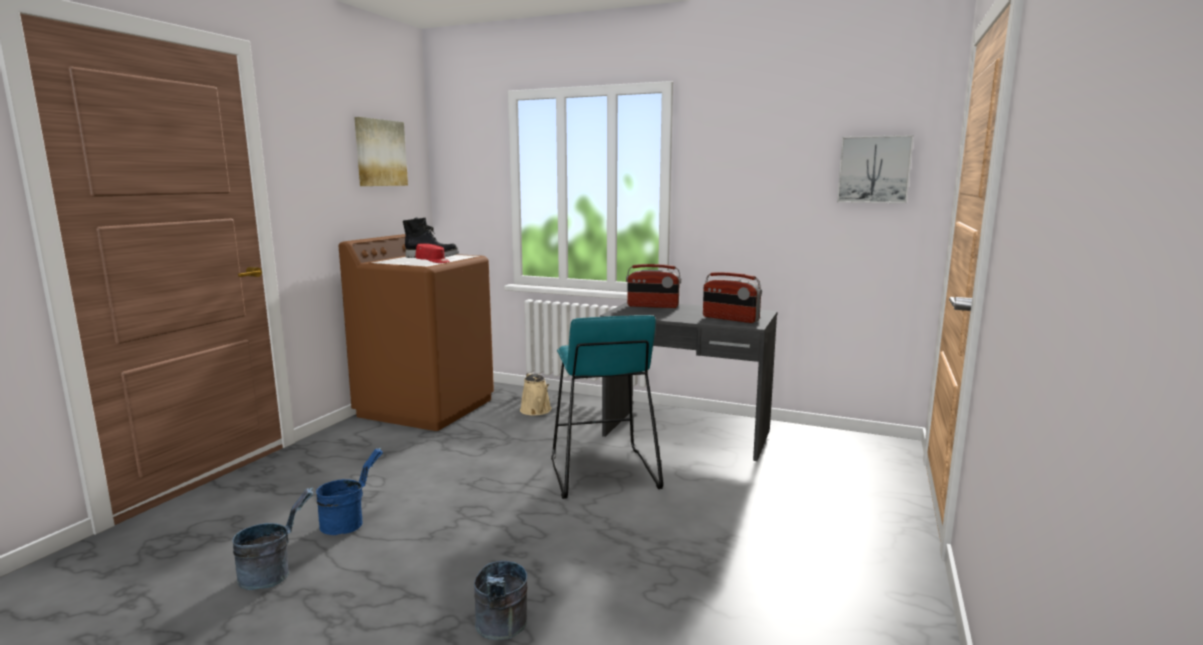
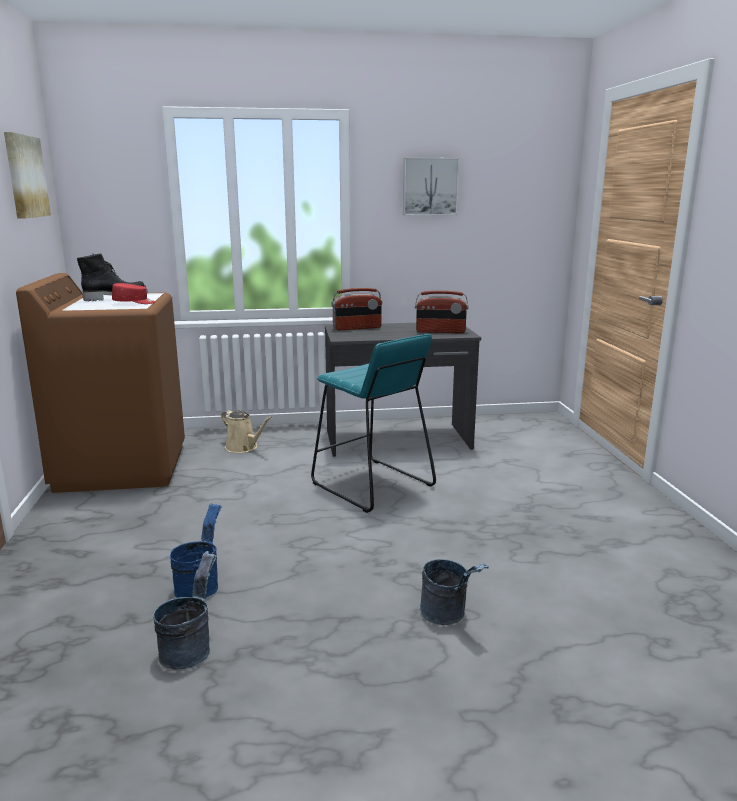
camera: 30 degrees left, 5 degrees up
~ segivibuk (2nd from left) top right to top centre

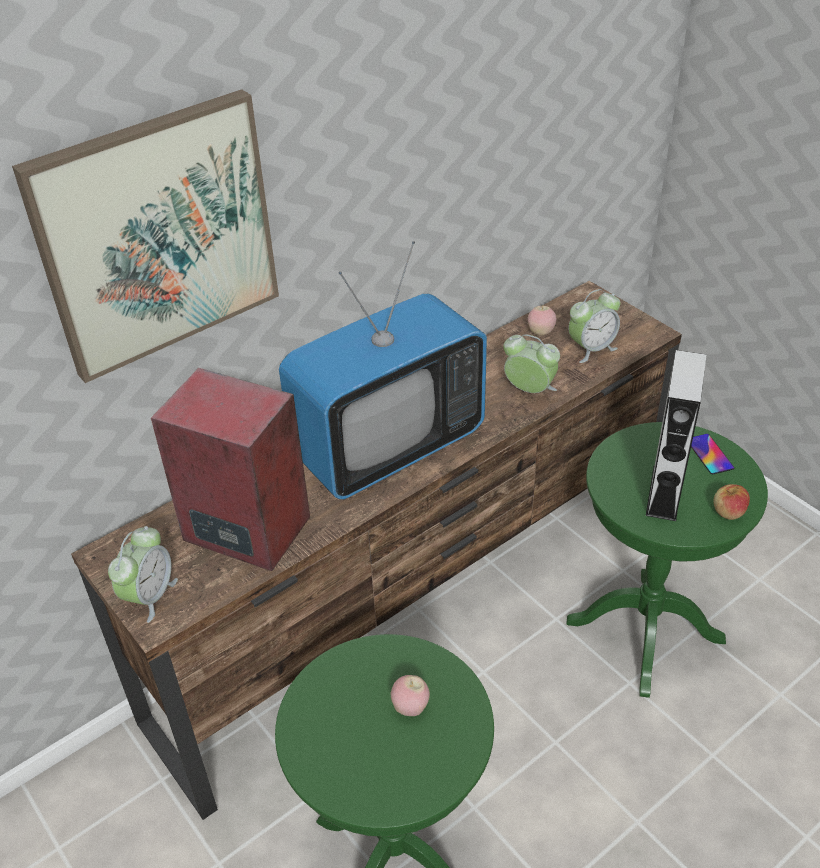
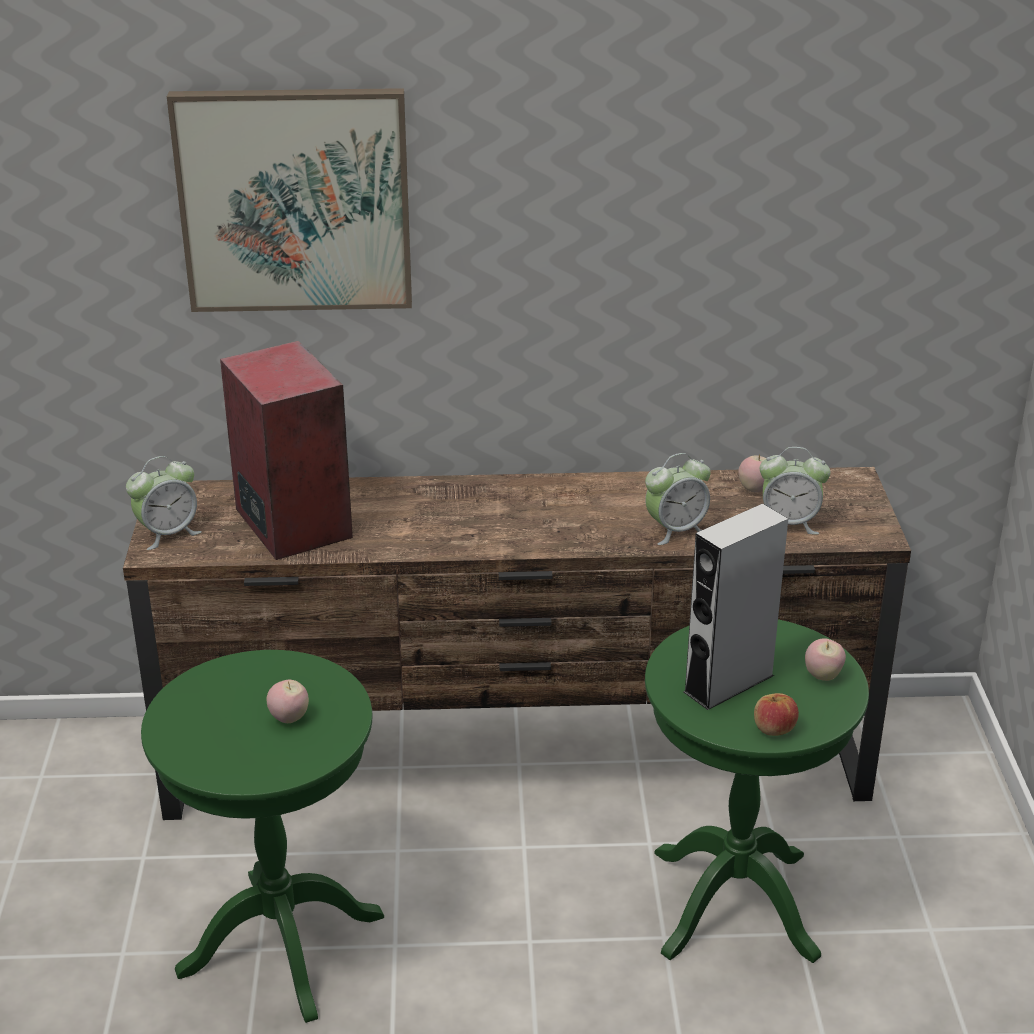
camera: 35 degrees right, 10 degrees down
~ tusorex (2nd from left) centre = centre 90 degrees clockwise
~ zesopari middle right to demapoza (4th from left) middle right
- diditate centre

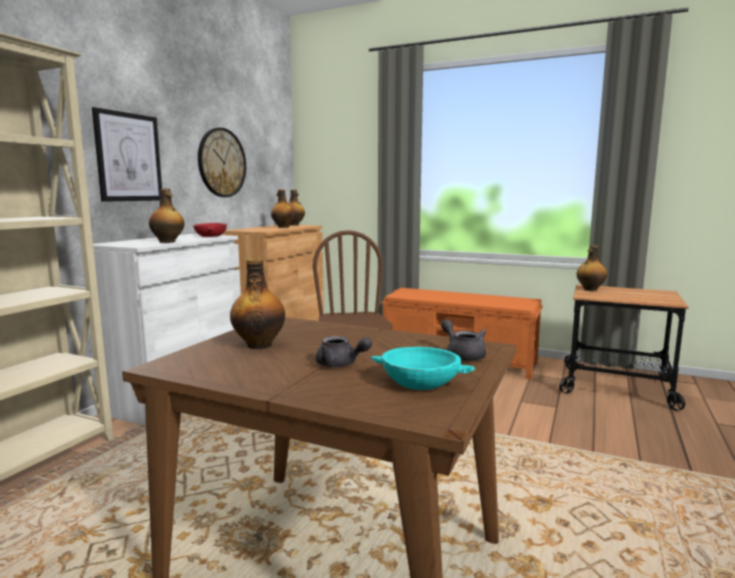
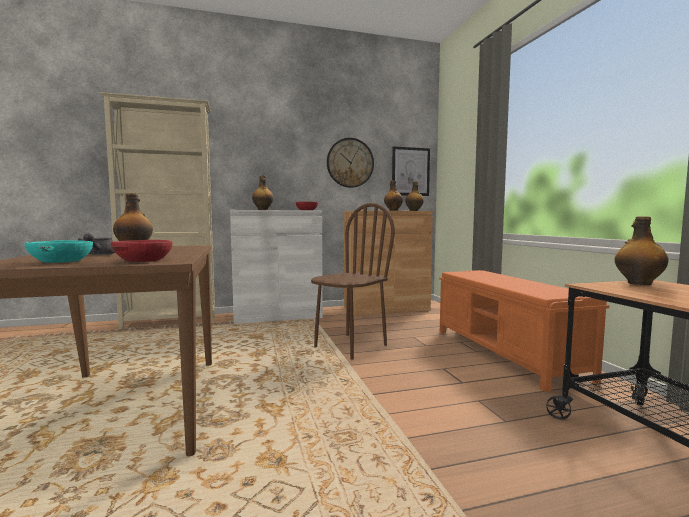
camera: 50 degrees right, 5 degrees down
~ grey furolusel (2nd from left) centre to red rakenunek (1st from left) middle left
~ segivibuk top left to top centre

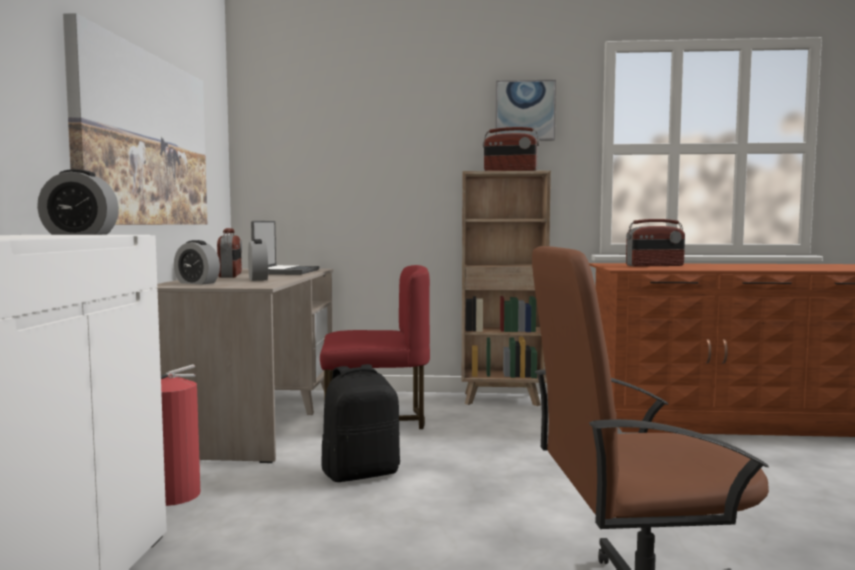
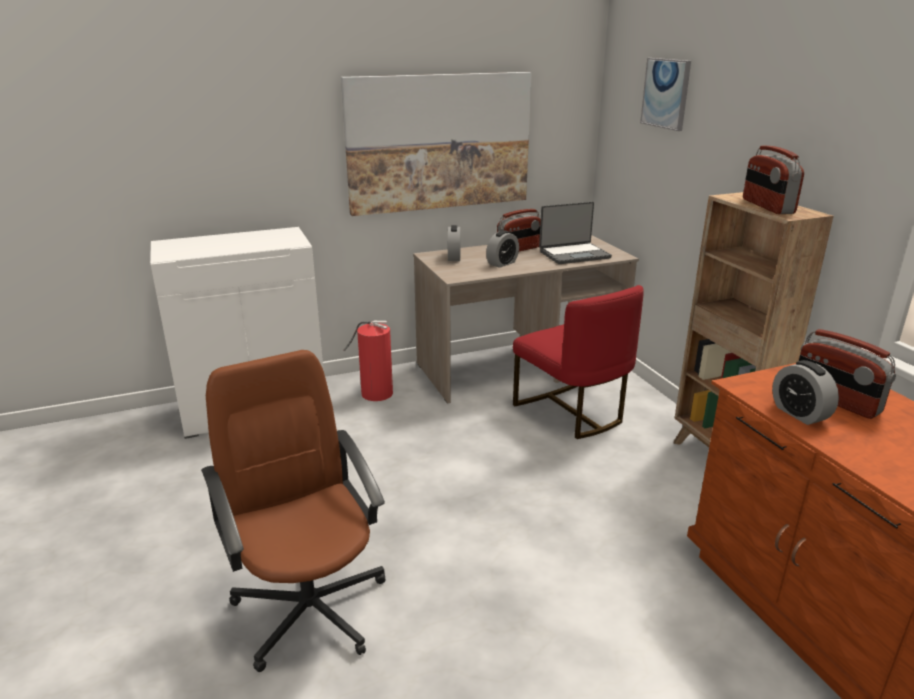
camera: 65 degrees right, 20 degrees up
~ segivibuk (2nd from left) top centre to top right
~ tusorex (1st from left in the first image) middle left to tusorex (3rd from left) middle right
- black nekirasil bottom centre

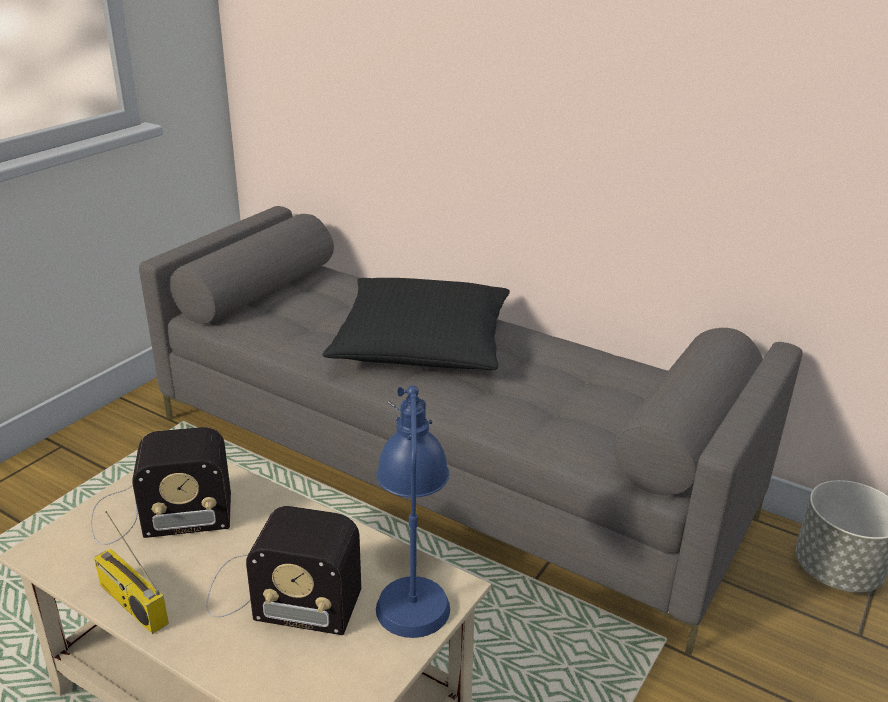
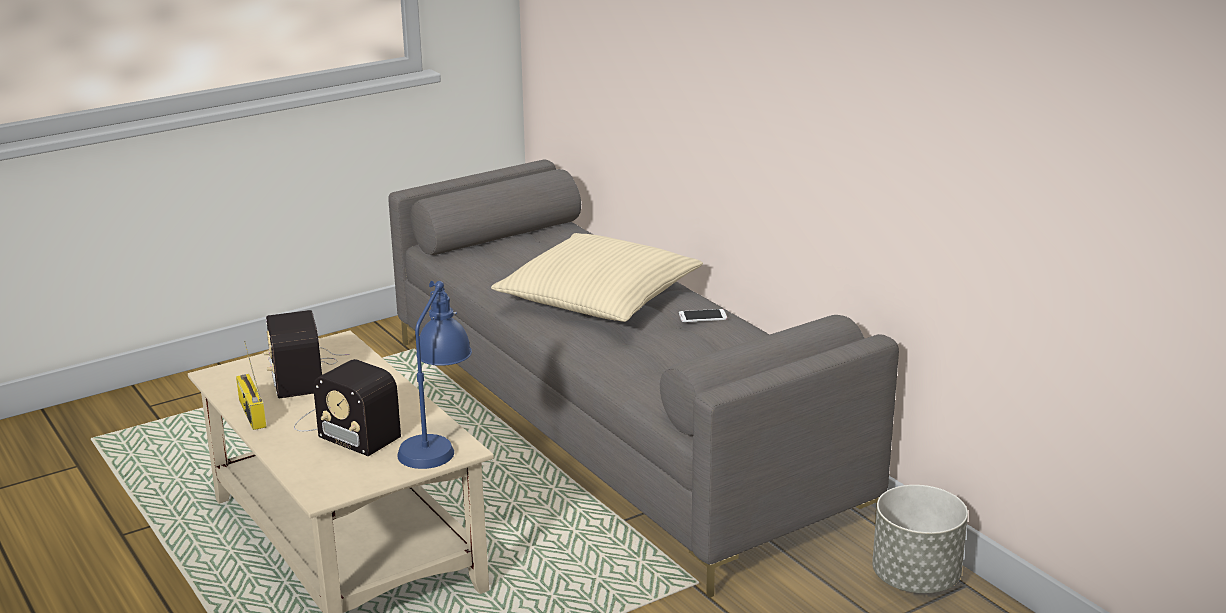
camera: 25 degrees right, 5 degrees down
~ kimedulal (2nd from left) bottom left = middle left 60 degrees clockwise
~ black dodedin centre to beige dodedin centre
+ zesopari centre

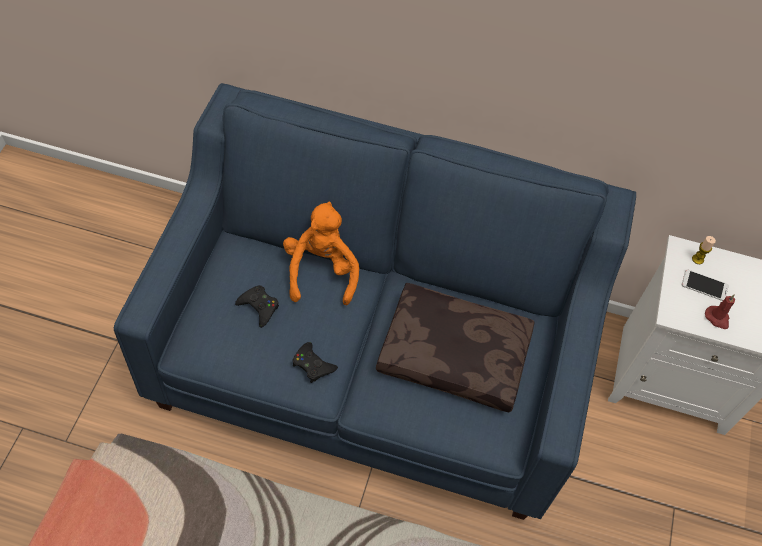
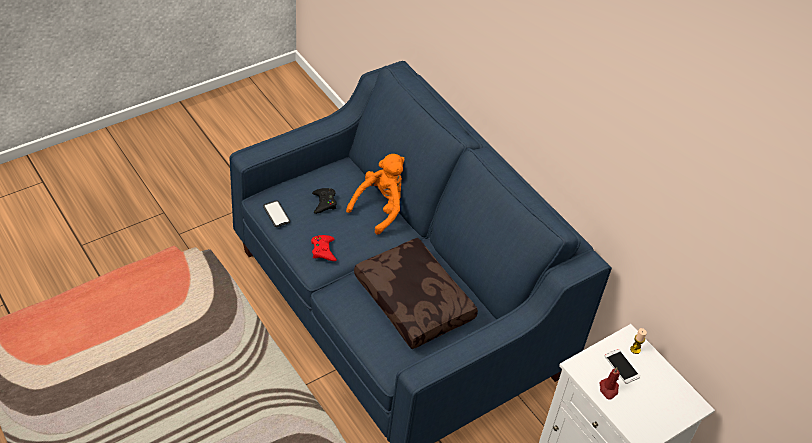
camera: 40 degrees right, 10 degrees down
+ zesopari (1st from left) centre
~ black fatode (2nd from left) centre to red fatode centre

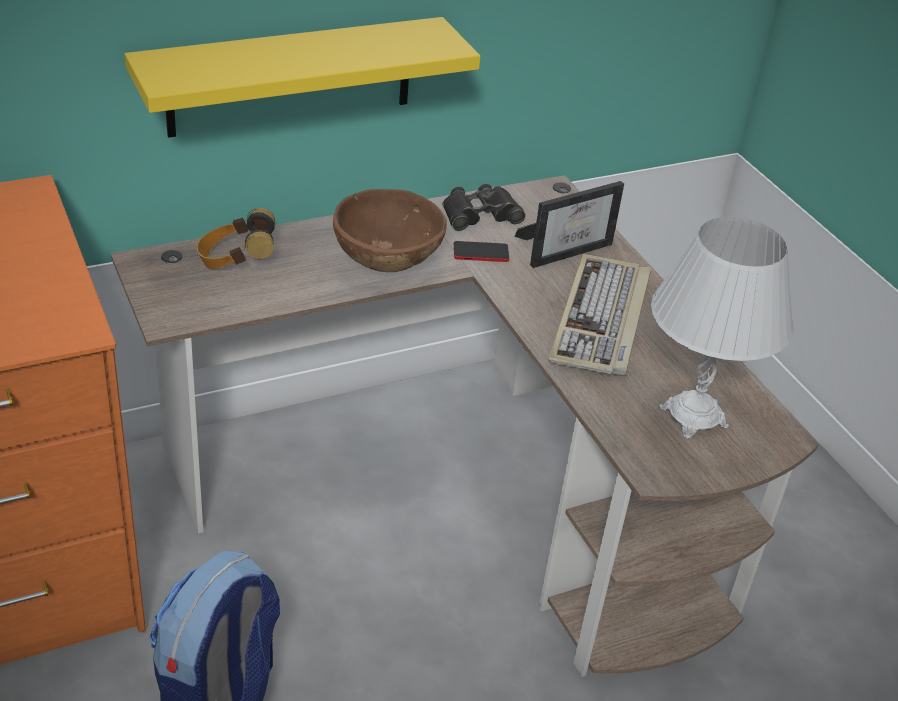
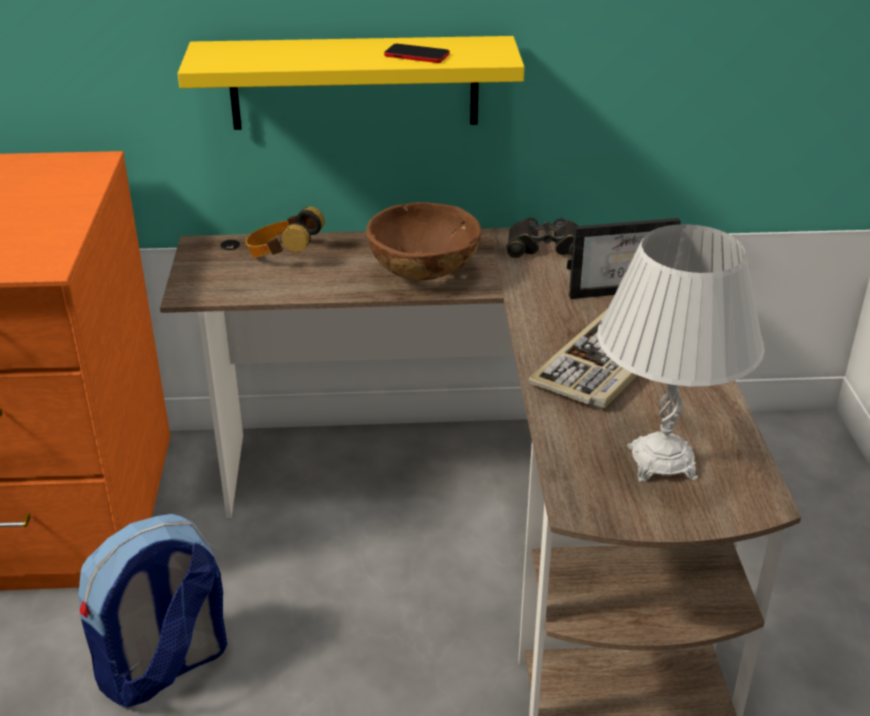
camera: 25 degrees right, 5 degrees down
~ zesopari centre to top centre

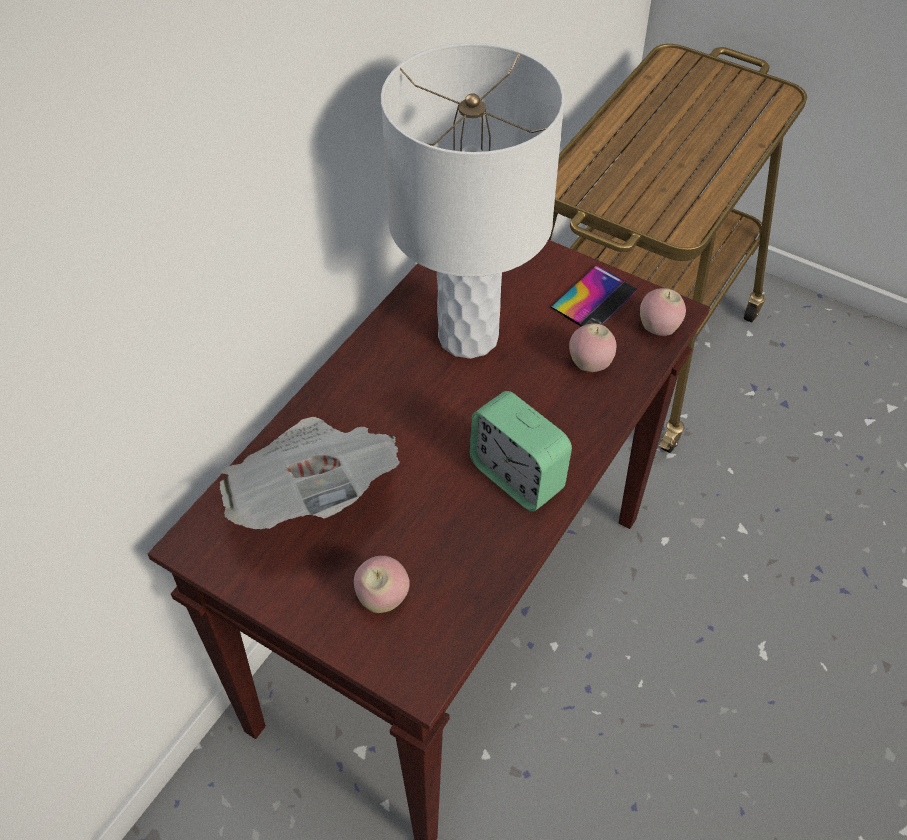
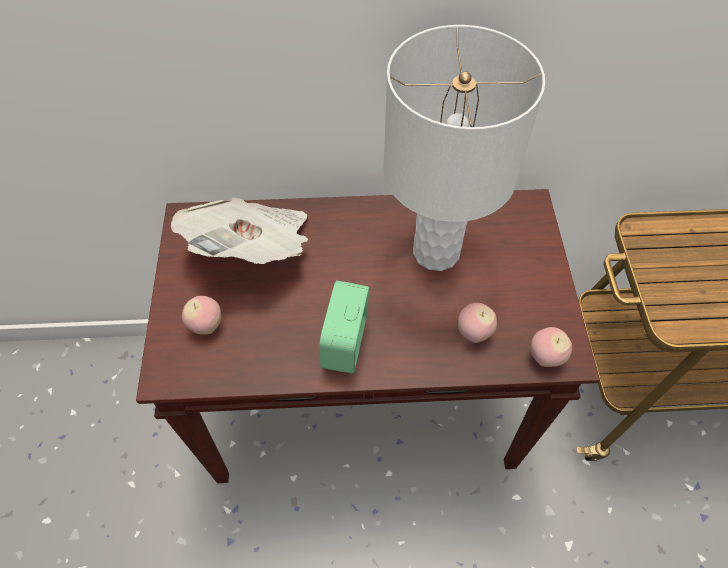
camera: 55 degrees right, 5 degrees up
- zesopari centre

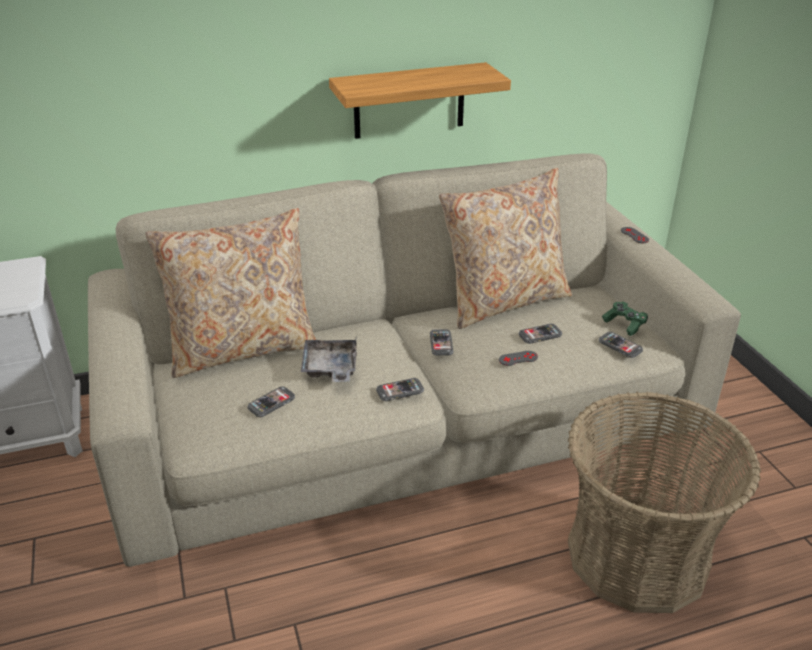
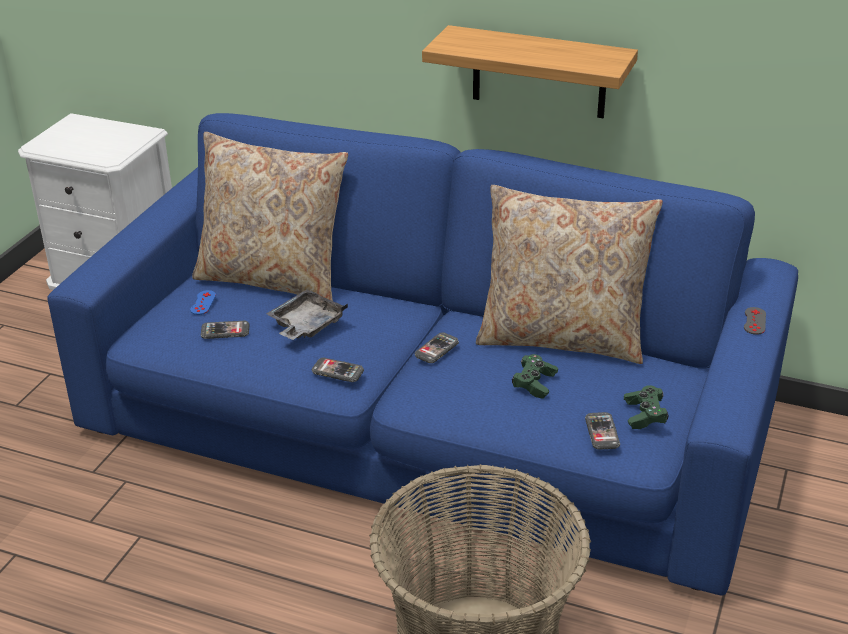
camera: 40 degrees right, 0 degrees up
~ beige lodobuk centre to blue lodobuk centre
+ blue fatode middle left
~ zesopari (4th from left) centre to green fatode (1st from left) centre
- grey fatode (1st from left) centre

